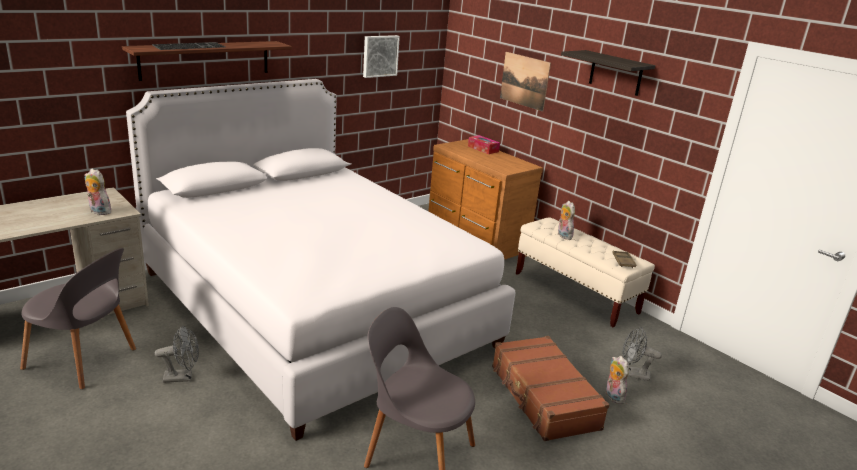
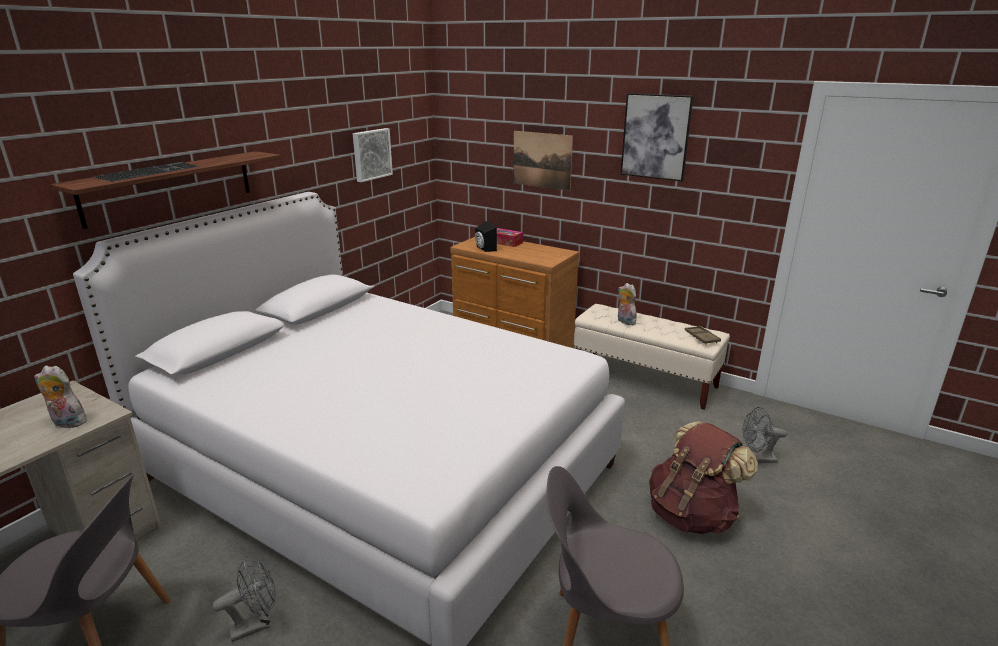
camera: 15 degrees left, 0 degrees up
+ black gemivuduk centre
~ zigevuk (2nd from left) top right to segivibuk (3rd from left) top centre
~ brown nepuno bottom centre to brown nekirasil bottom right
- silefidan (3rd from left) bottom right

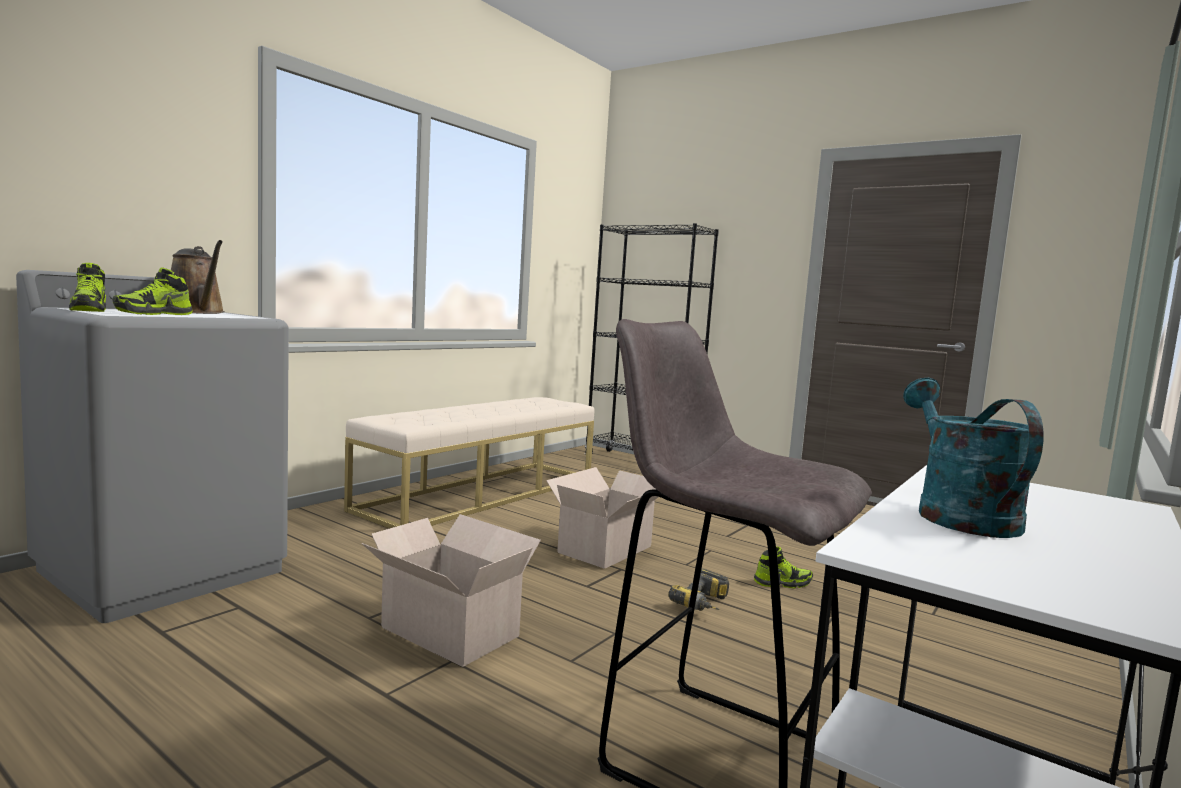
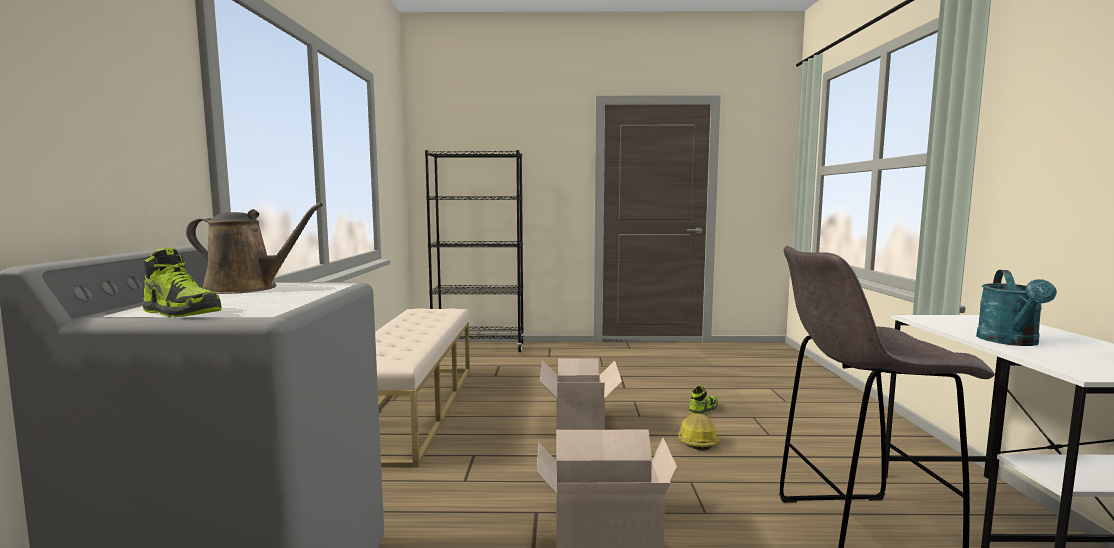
camera: 35 degrees left, 0 degrees up
~ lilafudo bottom centre to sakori bottom centre
~ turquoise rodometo middle right = middle right 120 degrees counterclockwise
- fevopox (2nd from left) middle left

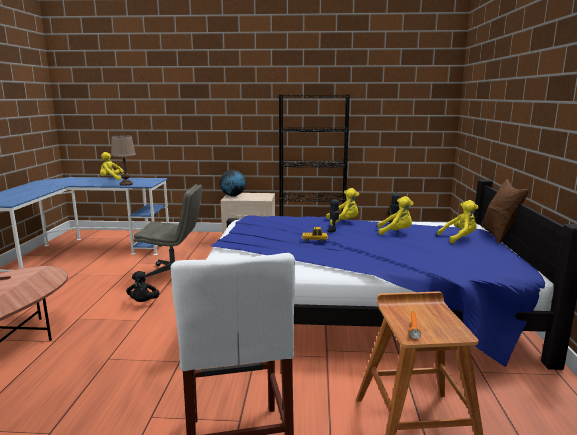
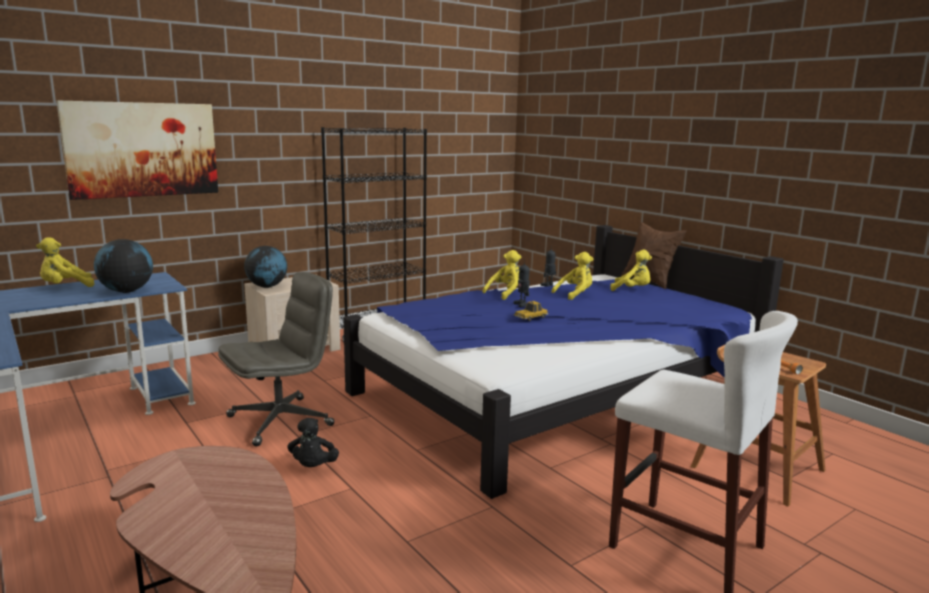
camera: 40 degrees left, 0 degrees up
+ segivibuk top left
~ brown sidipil middle left to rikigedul (1st from left) middle left
~ black silefidan middle left = bottom centre 45 degrees clockwise
~ yellow silefidan (4th from left) middle right = middle right 75 degrees clockwise

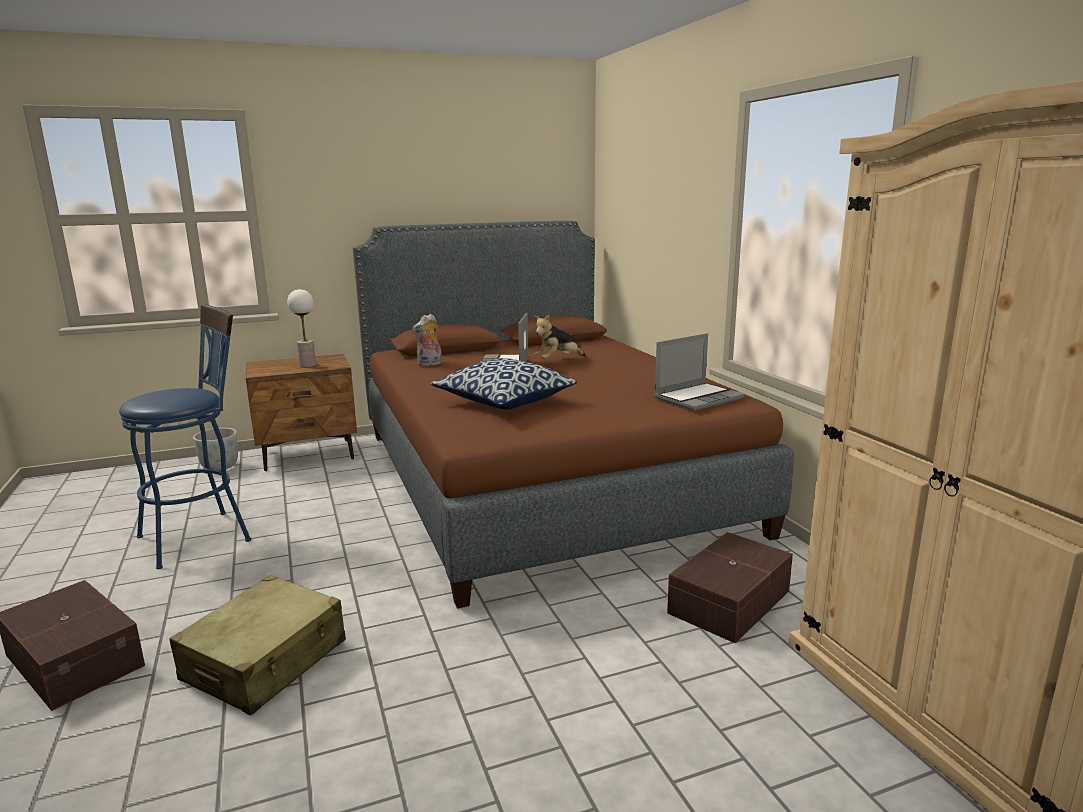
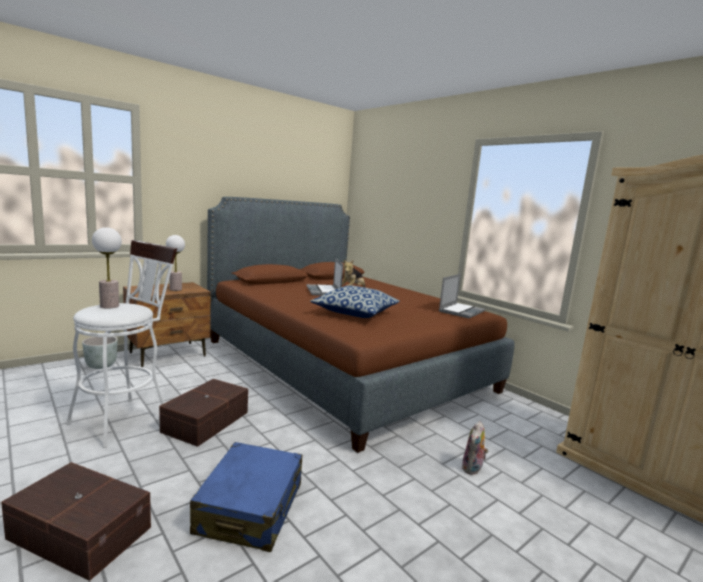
camera: 20 degrees left, 5 degrees down
~ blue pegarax middle left to white pegarax middle left
+ sidipil (1st from left) middle left
~ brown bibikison (2nd from left) bottom right to bottom left
~ beige nepuno bottom left to blue nepuno bottom centre
~ silefidan (1st from left in the first image) centre to silefidan (2nd from left) bottom right

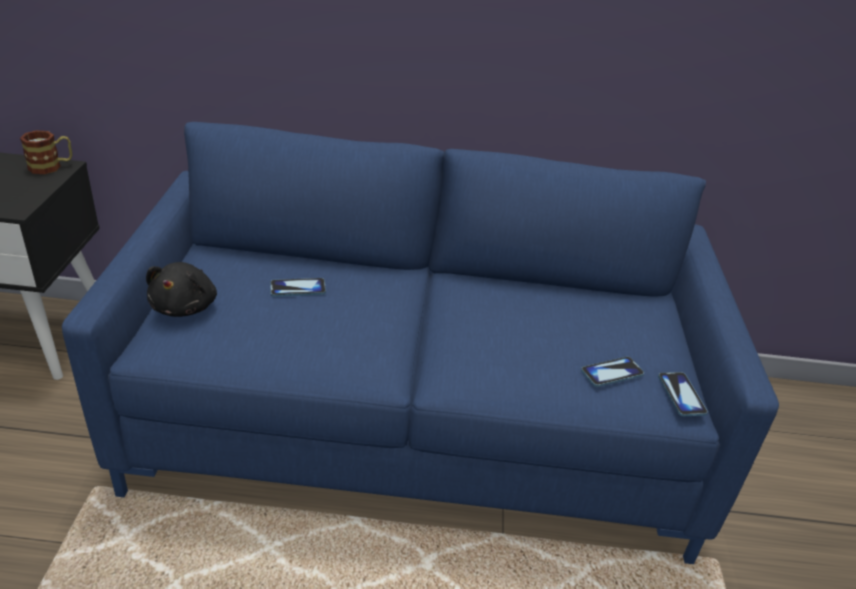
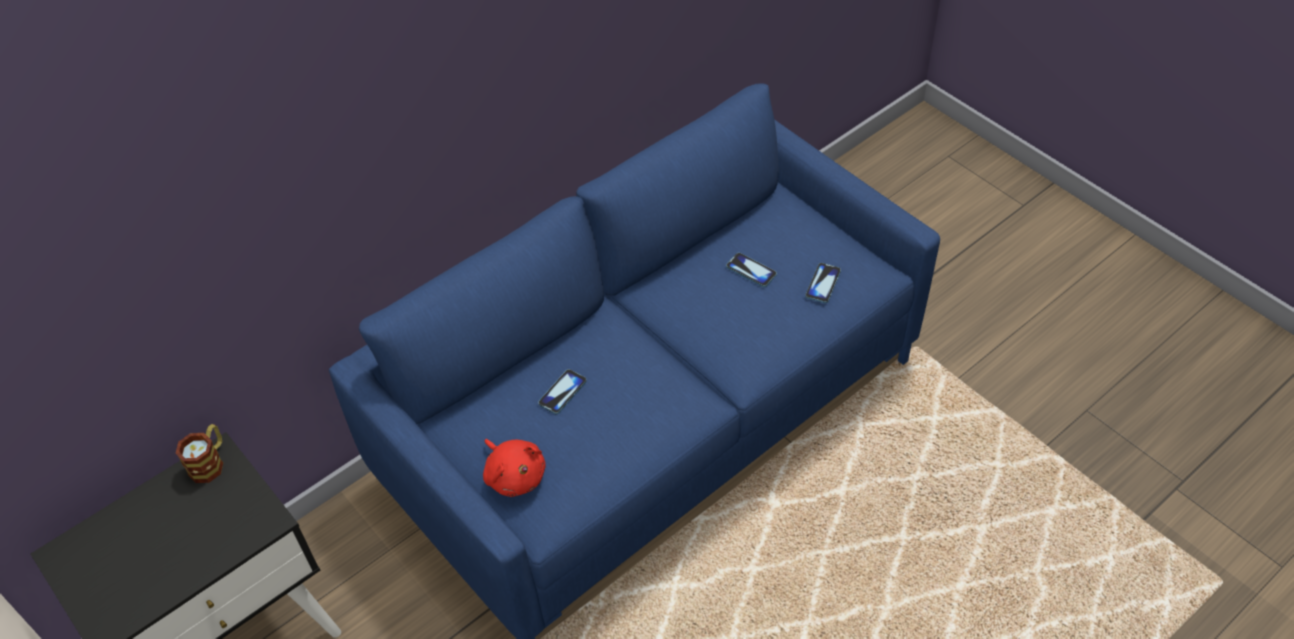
camera: 40 degrees left, 15 degrees up
~ black silefidan middle left to red silefidan bottom centre
~ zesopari (3rd from left in the first image) bottom right to zesopari (2nd from left) centre

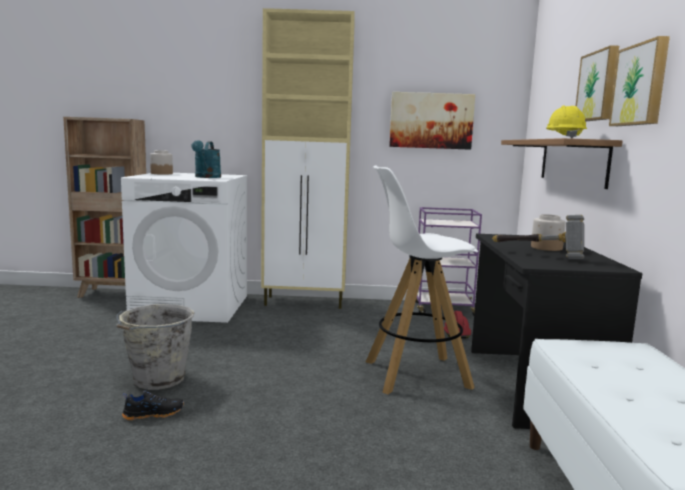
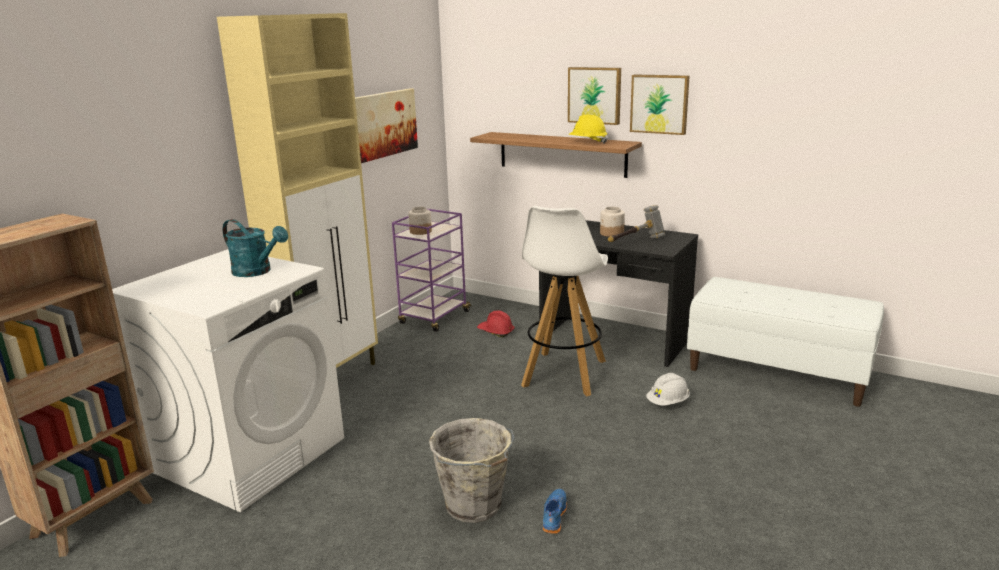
camera: 60 degrees left, 10 degrees up
~ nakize (1st from left) top left to centre
~ black fevopox bottom left to blue fevopox bottom centre
+ white sakori bottom right

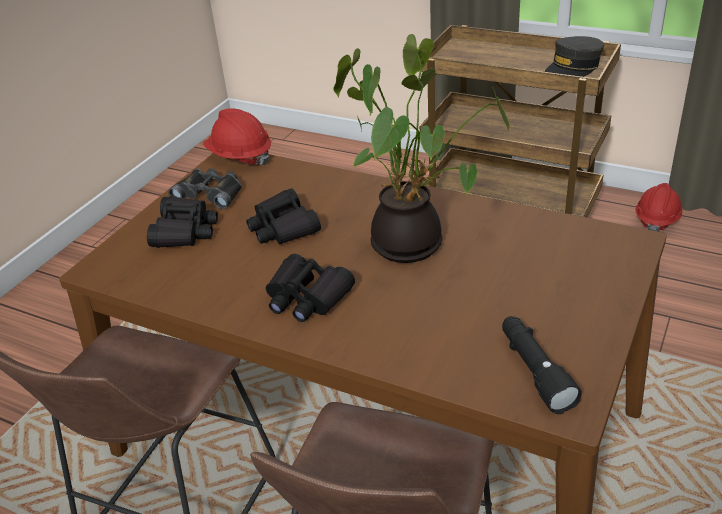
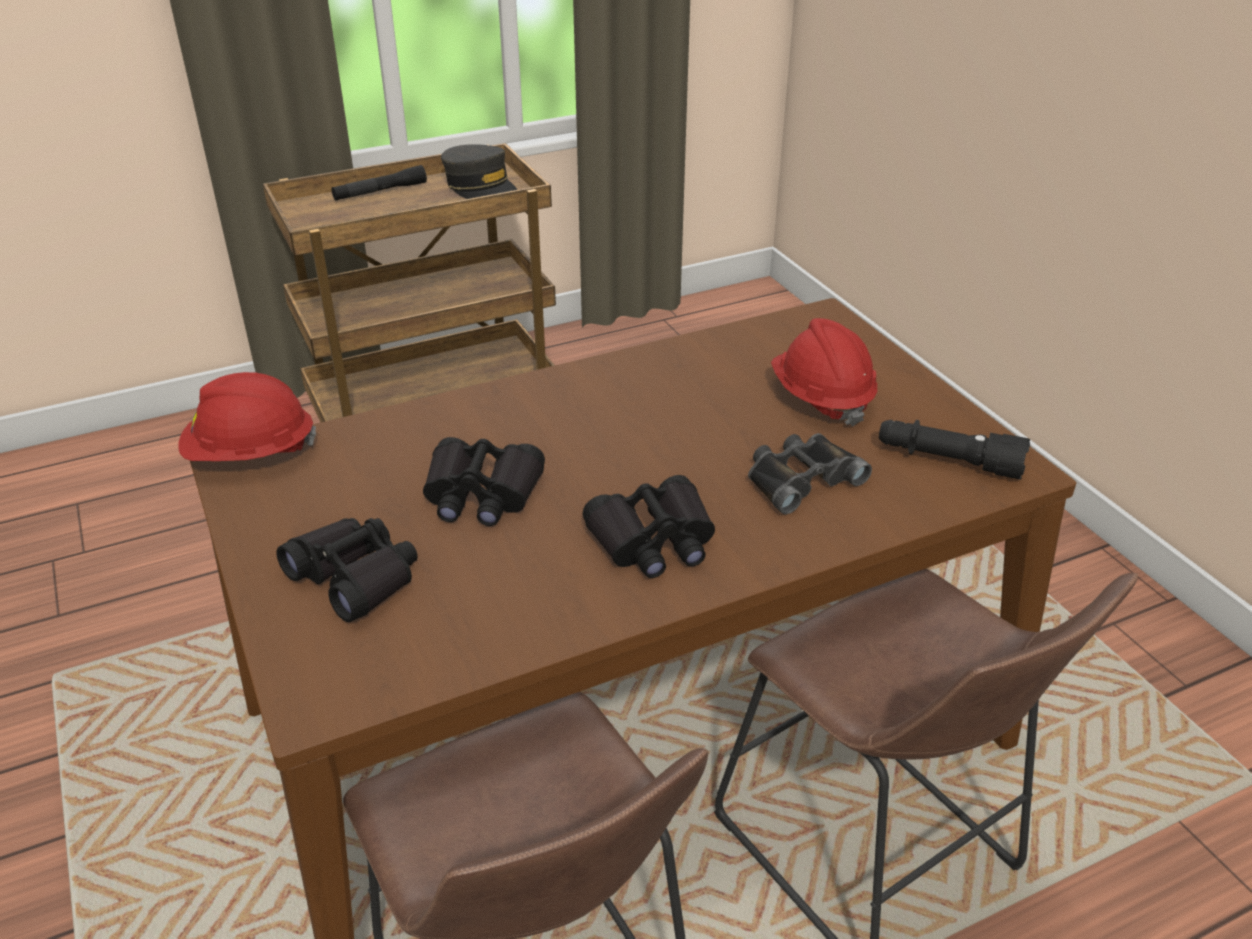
camera: 55 degrees left, 0 degrees up
+ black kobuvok (1st from left) top left
~ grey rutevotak top right = top centre 45 degrees counterclockwise
~ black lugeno (2nd from left in the first image) middle left to black lugeno (4th from left) centre
~ red sakori (2nd from left) middle right to centre
- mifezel top centre

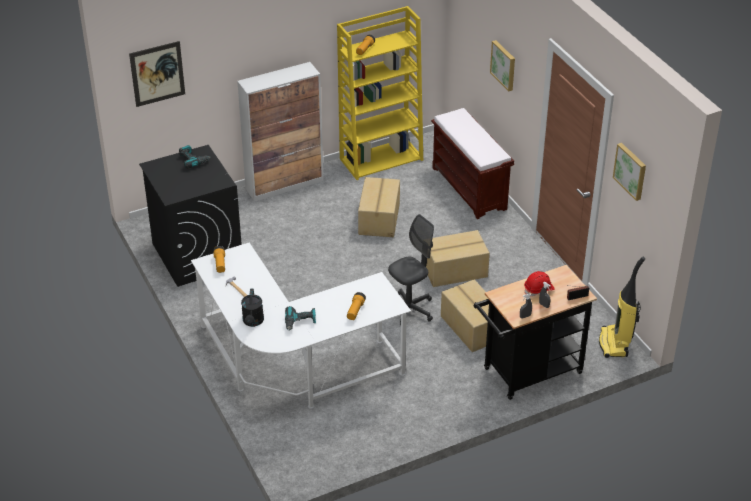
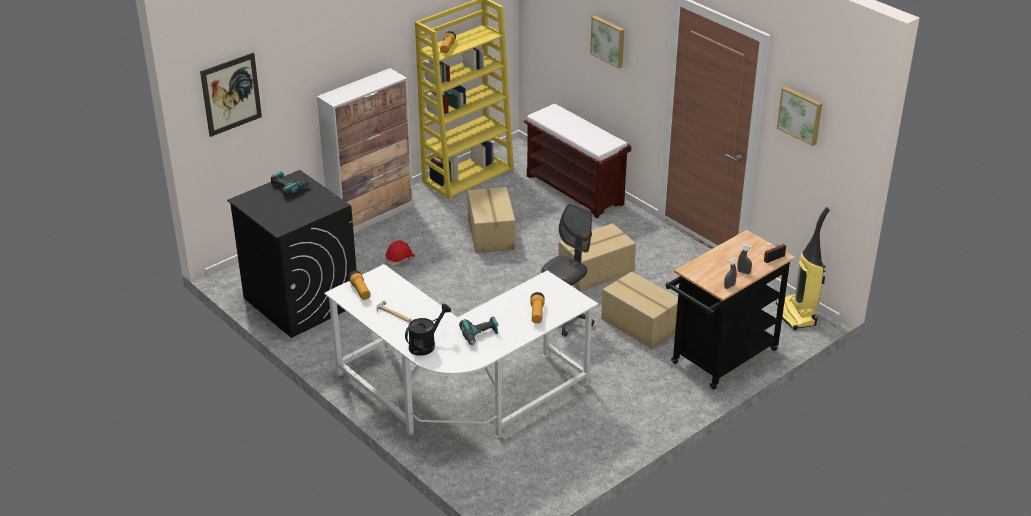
camera: 15 degrees left, 5 degrees down
~ red sakori middle right to centre
~ black rodometo centre = centre 120 degrees counterclockwise

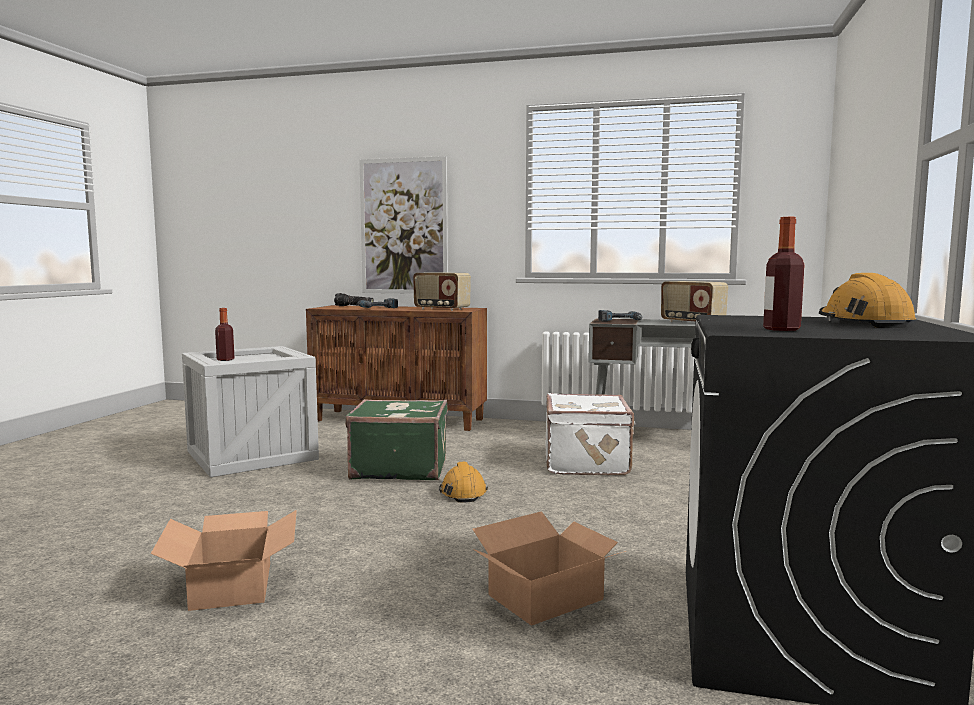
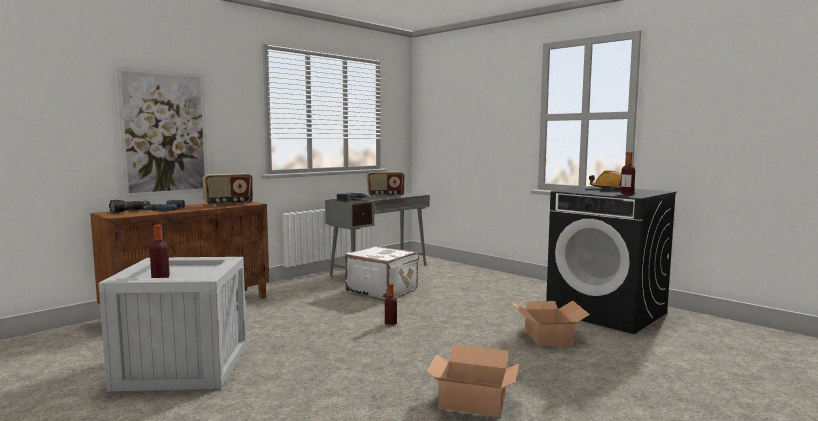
camera: 60 degrees left, 0 degrees up
~ orange sakori (1st from left) bottom centre to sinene (2nd from left) bottom centre
- green nepuno centre

